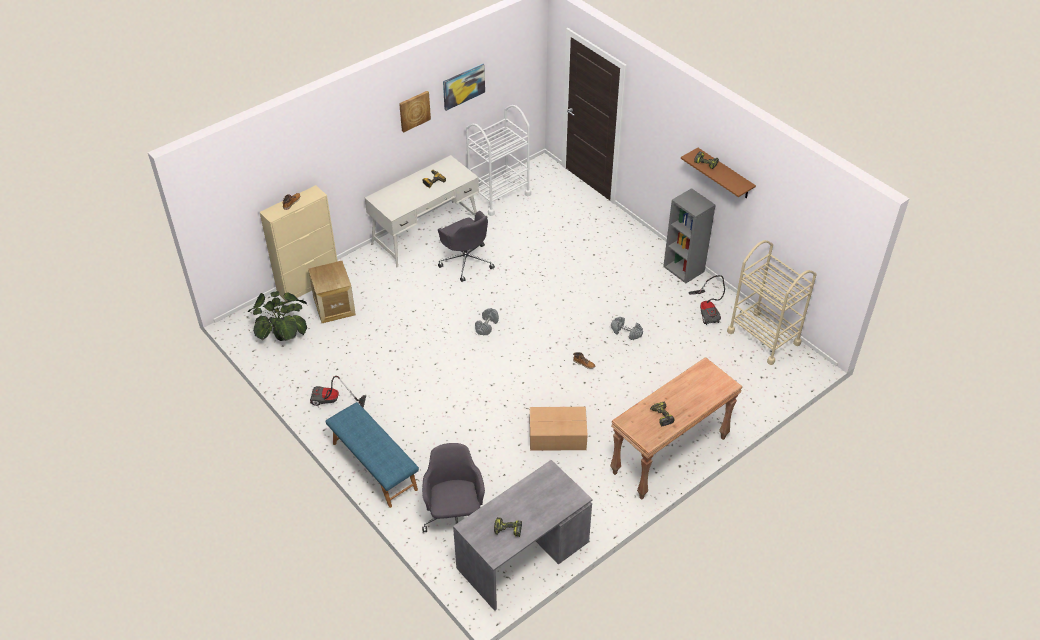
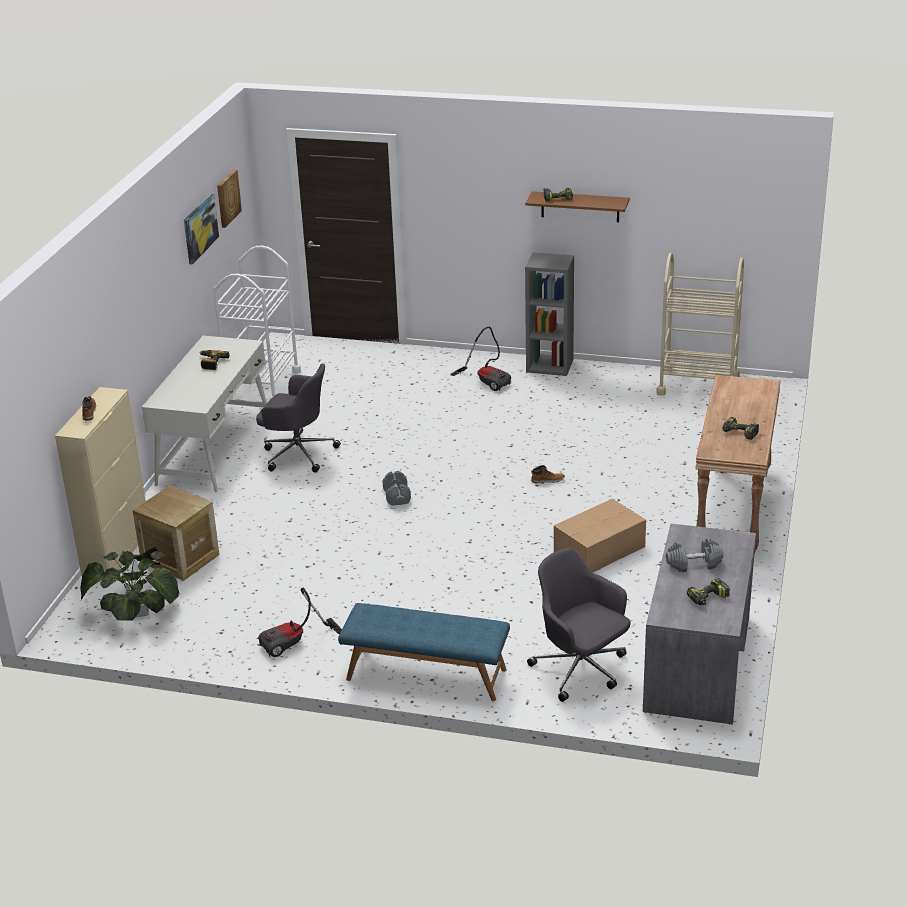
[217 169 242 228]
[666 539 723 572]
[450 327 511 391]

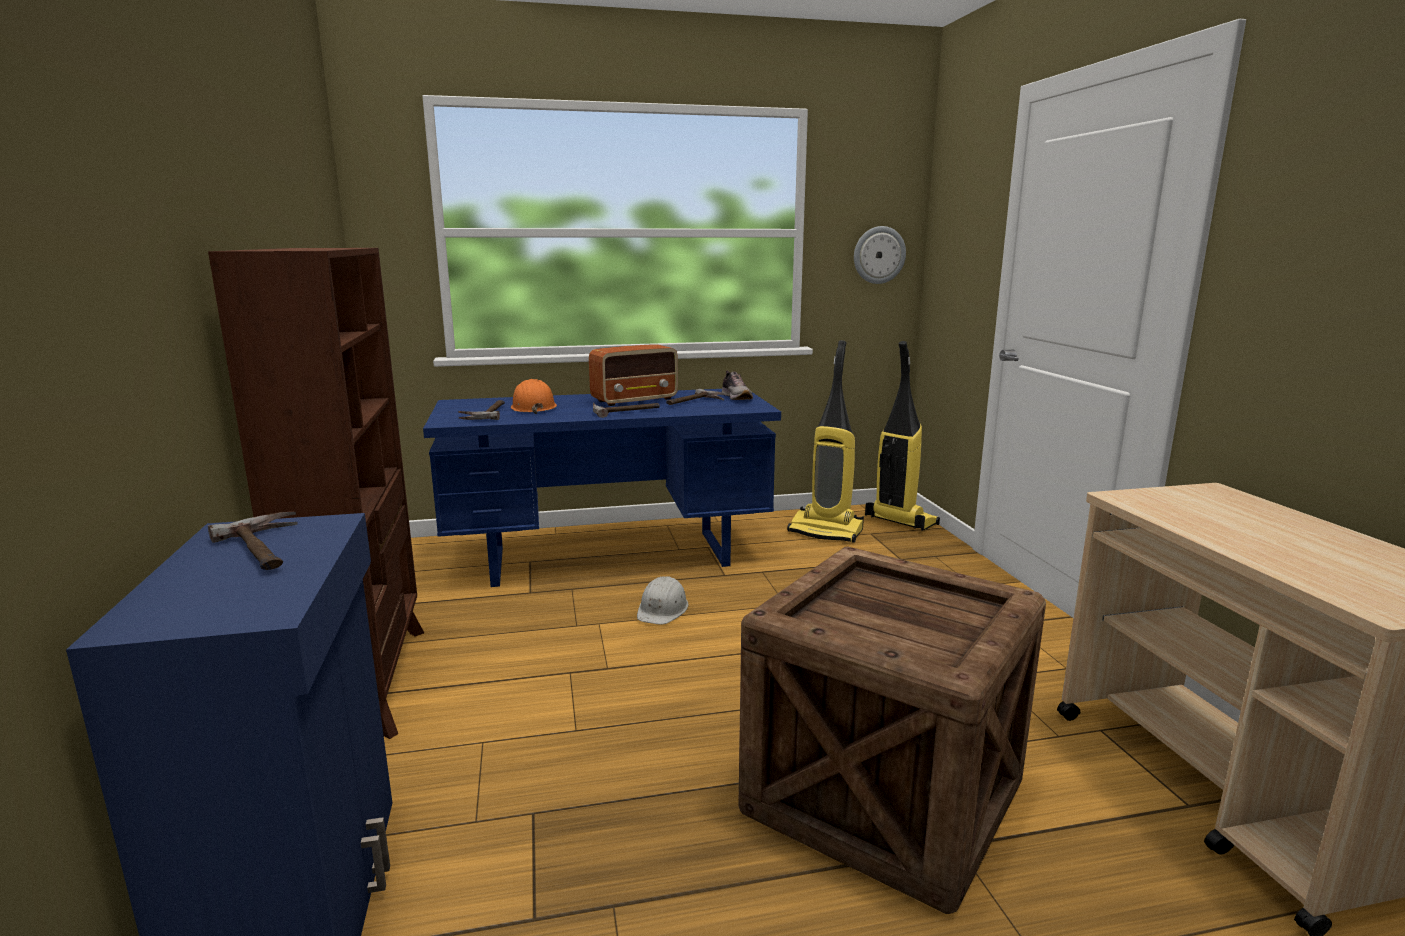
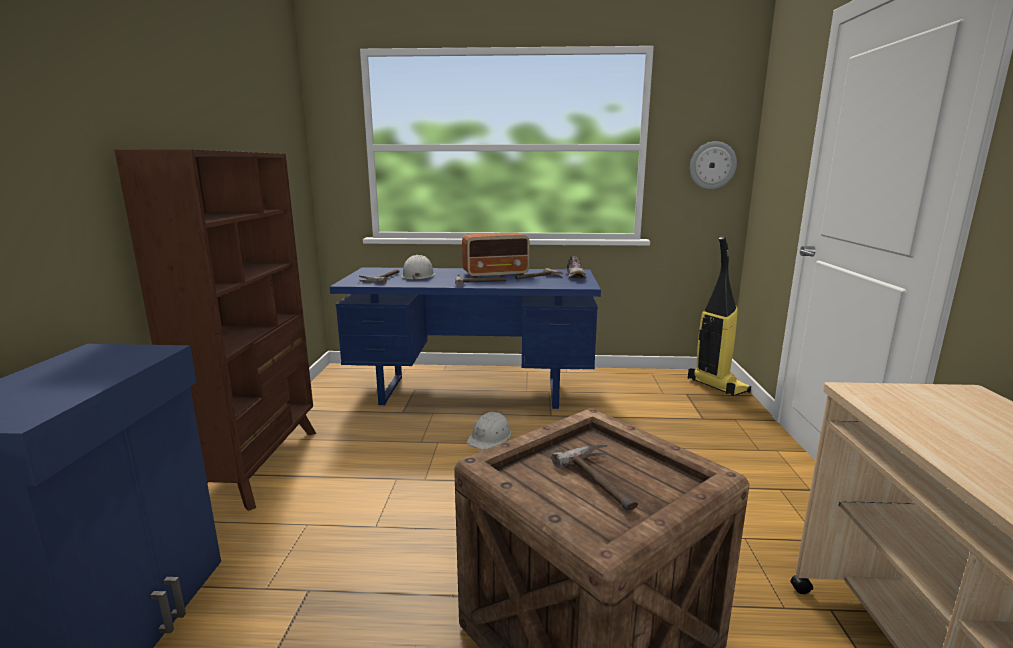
[551 445 638 510]
[402 255 435 281]
[787 340 864 543] (first image)

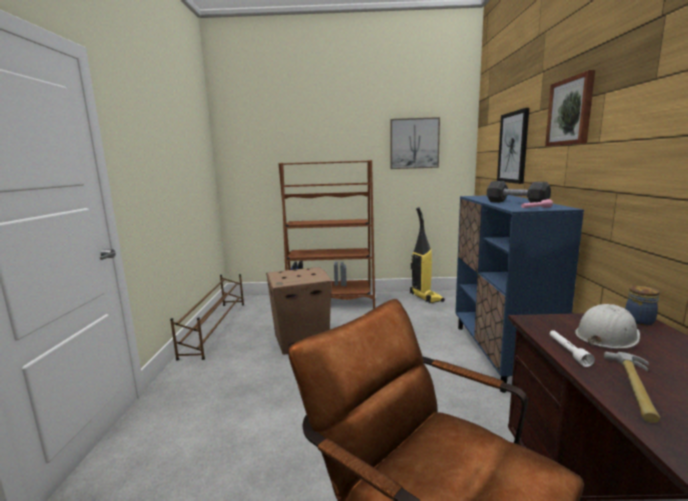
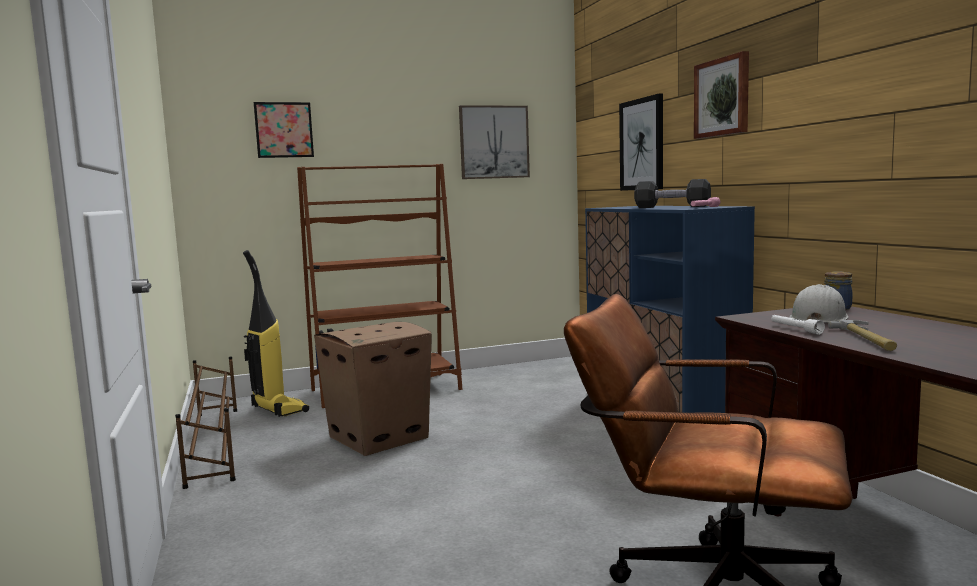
[243 250 309 417]
[254 102 314 158]

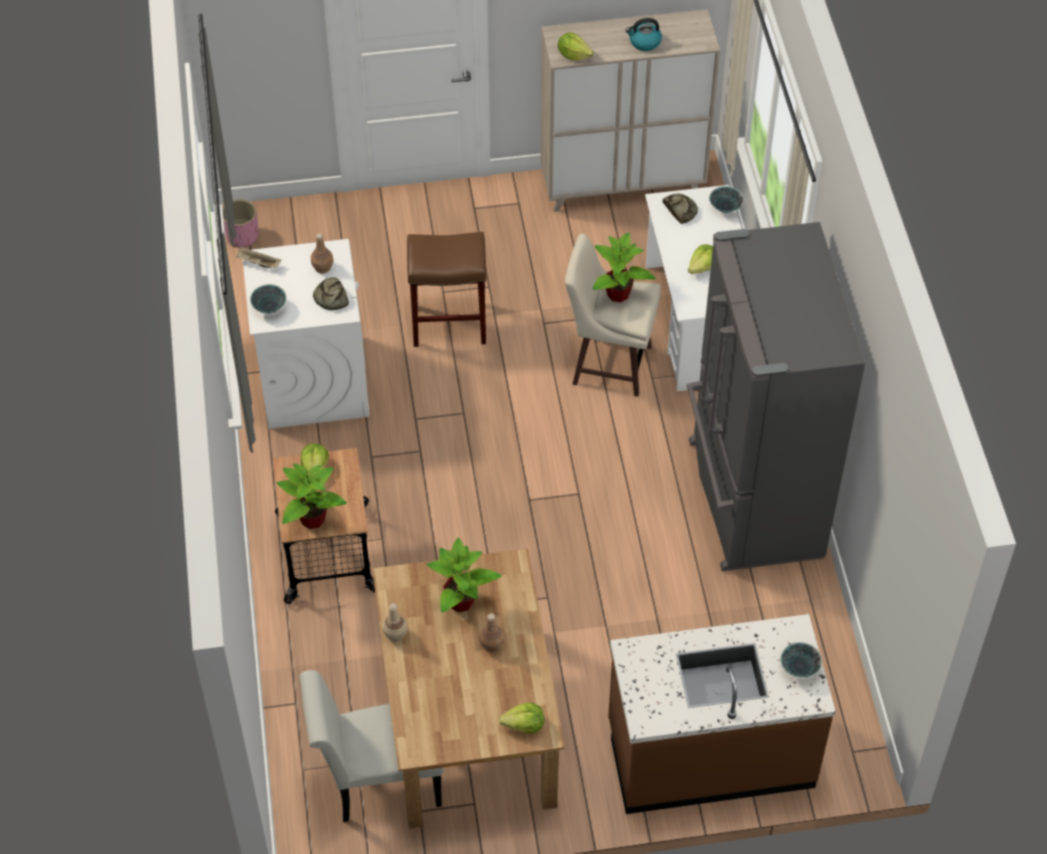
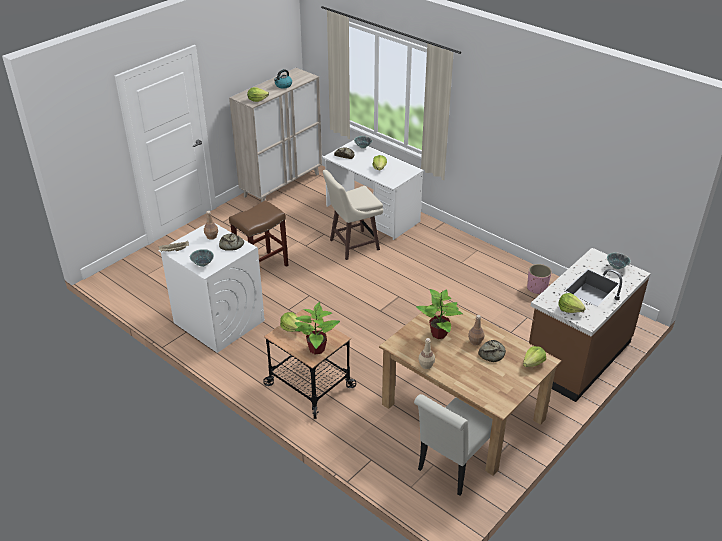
[527 264 552 294]
[593 232 656 302] (first image)
[687 222 865 571] (first image)
[478 340 506 362]
[559 293 586 313]

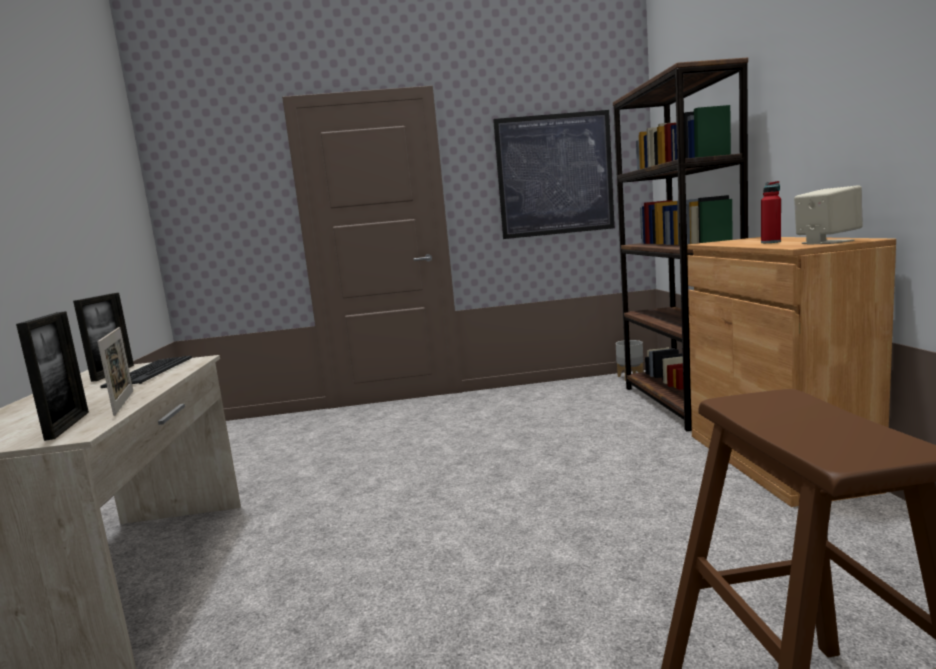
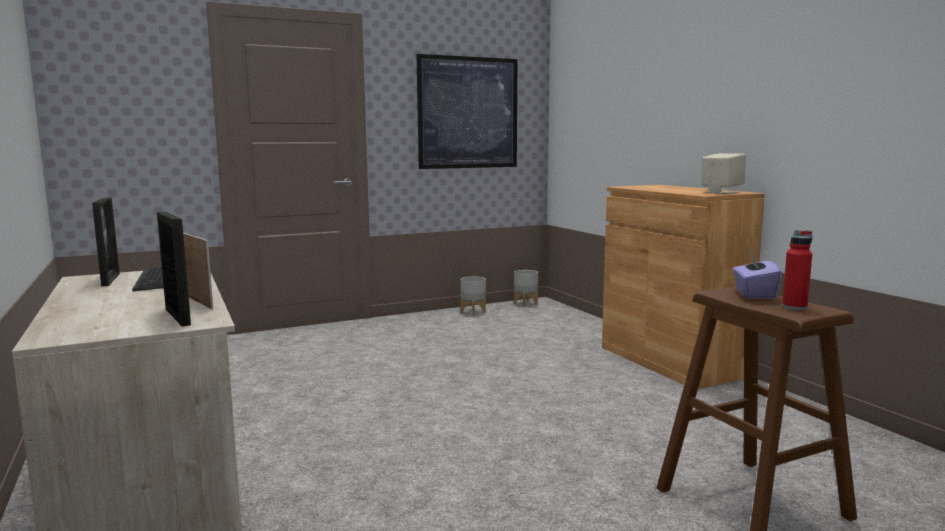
[613 58 748 431] (first image)
[782 230 812 310]
[461 276 486 316]
[733 250 782 299]

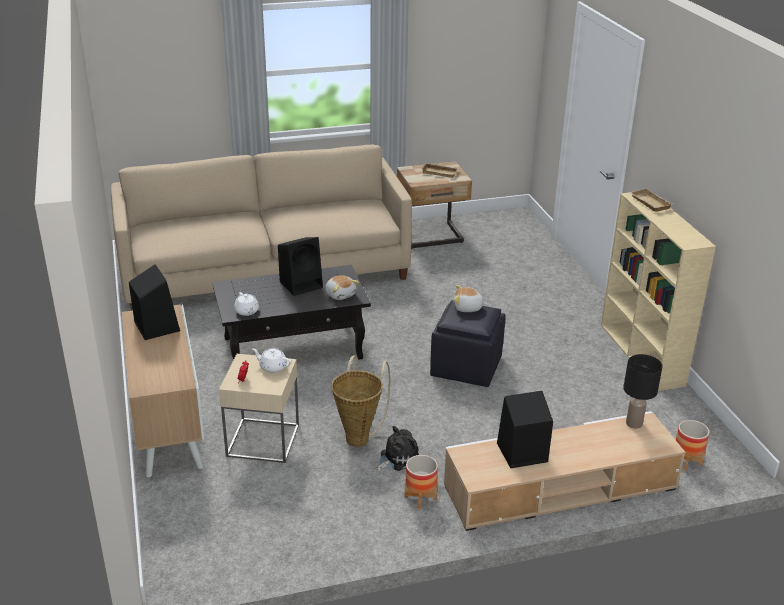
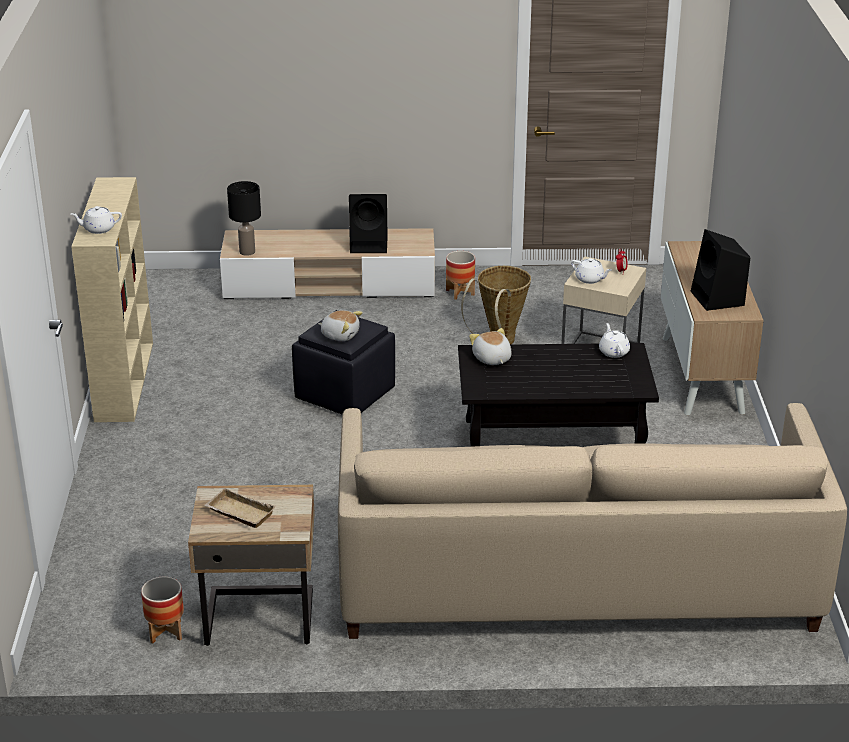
[278 237 323 296] (first image)
[376 426 419 471] (first image)
[71 206 122 234]
[141 577 184 643]

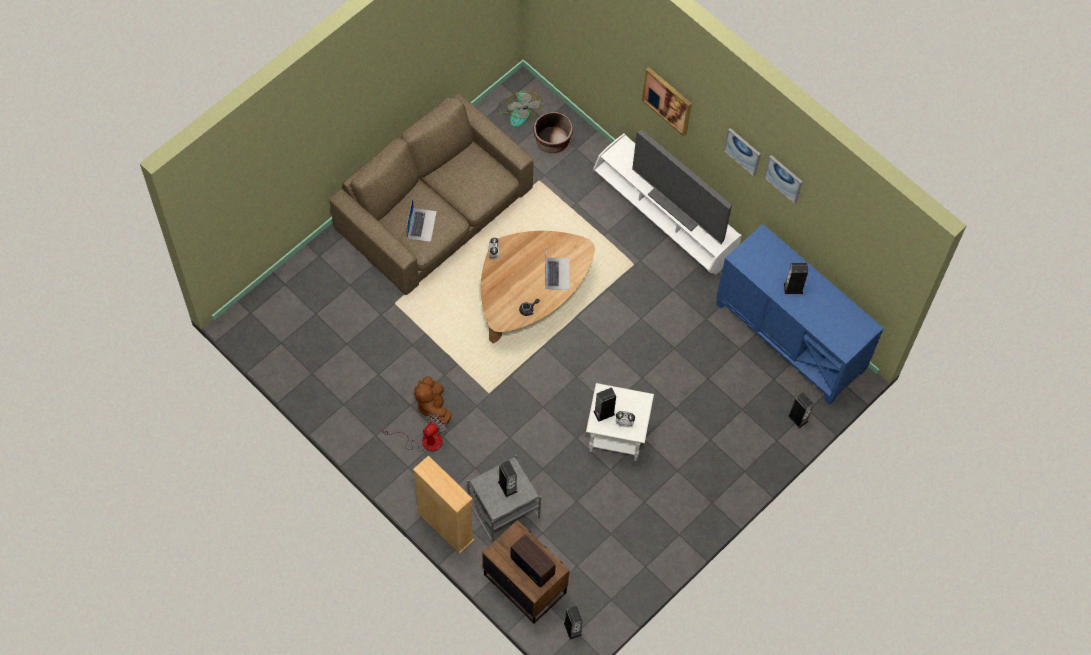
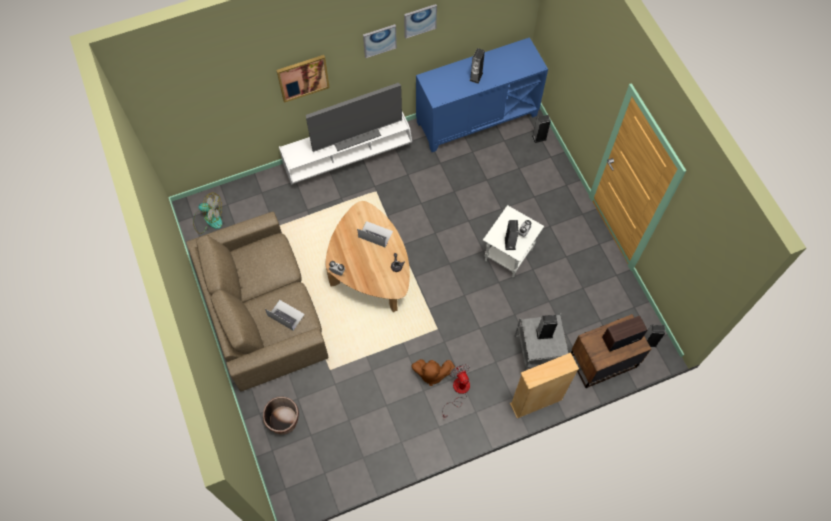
[263 397 299 434]

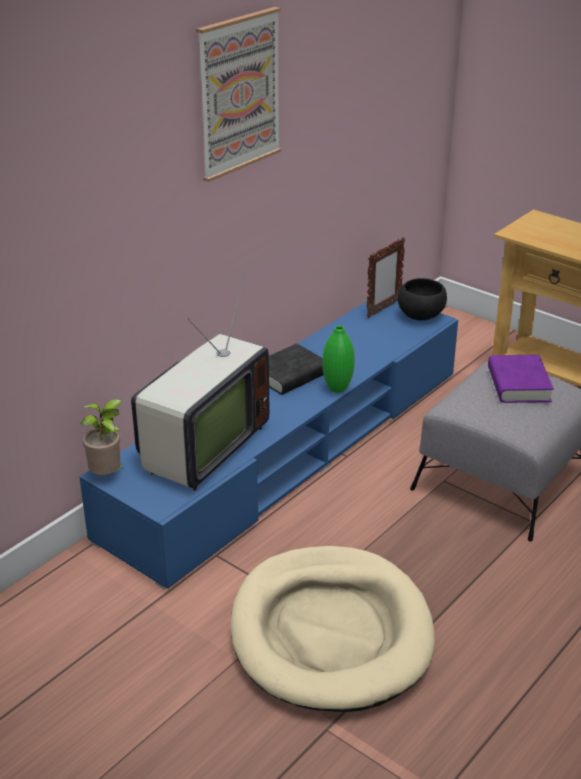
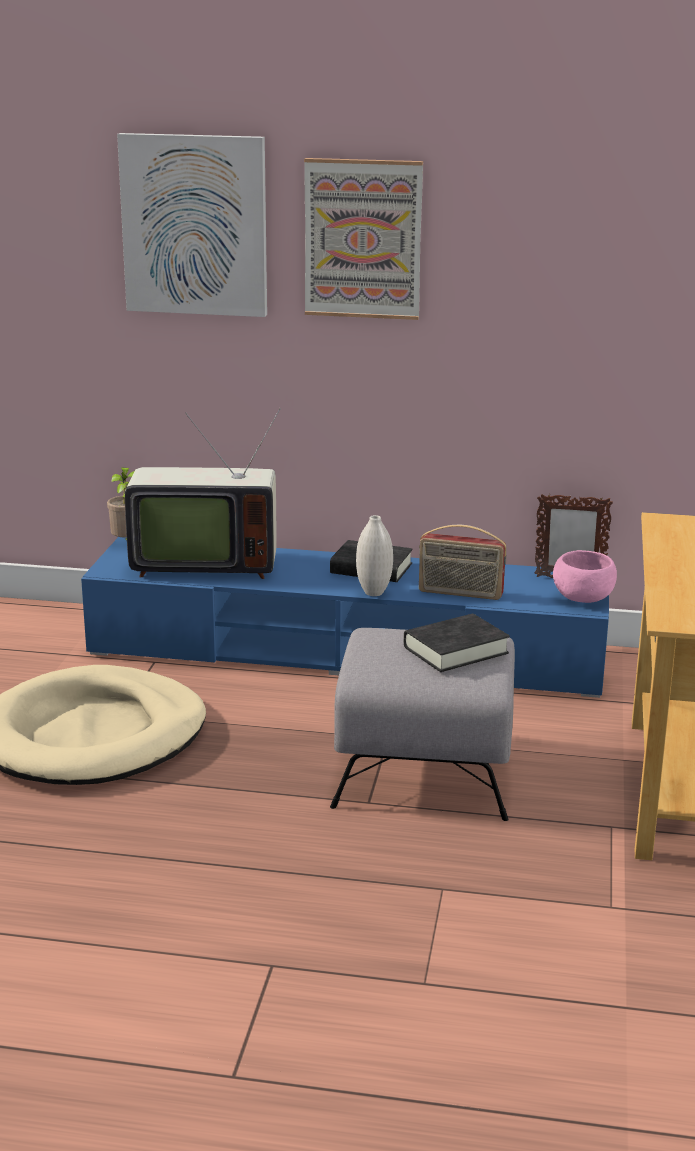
[356 515 393 596]
[553 550 617 603]
[403 614 510 672]
[117 133 267 317]
[419 525 507 600]

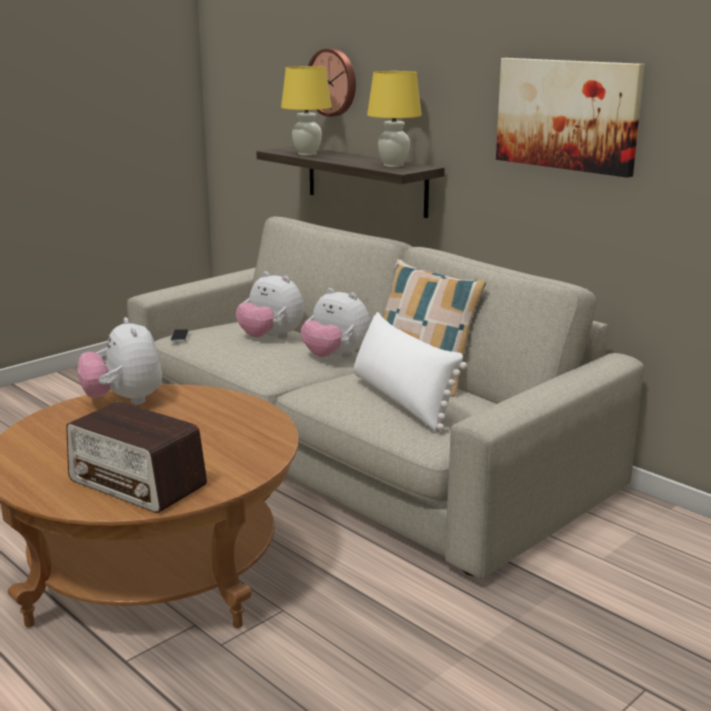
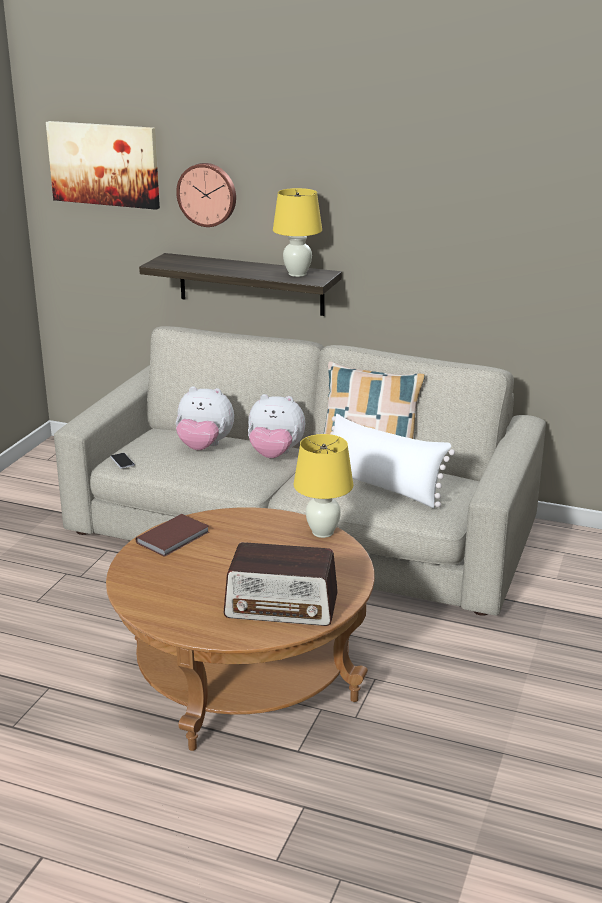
[136 514 209 557]
[294 434 353 538]
[46 121 160 210]

